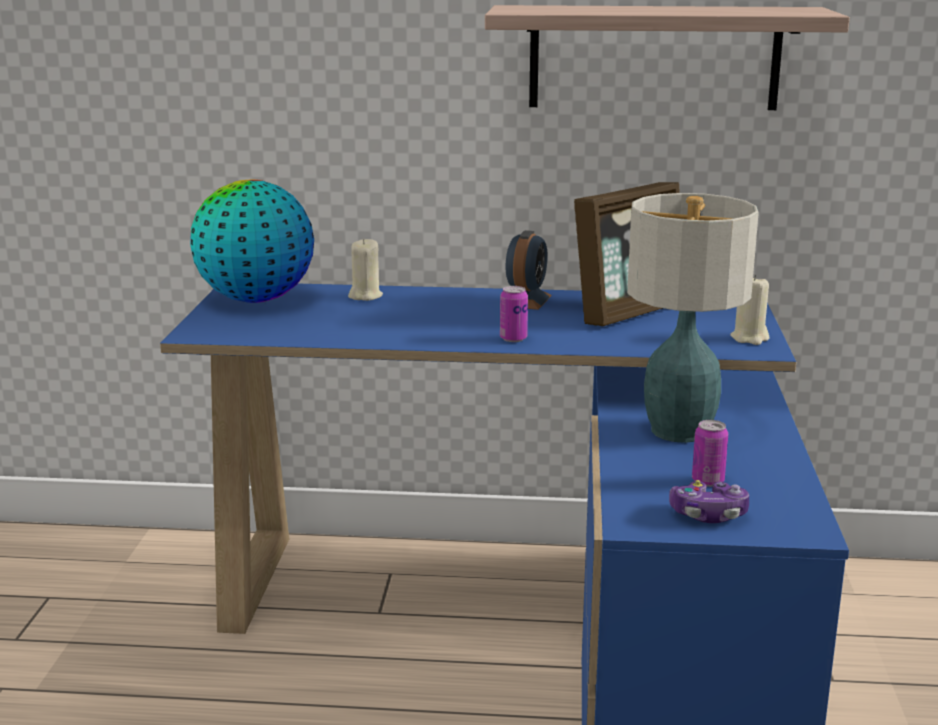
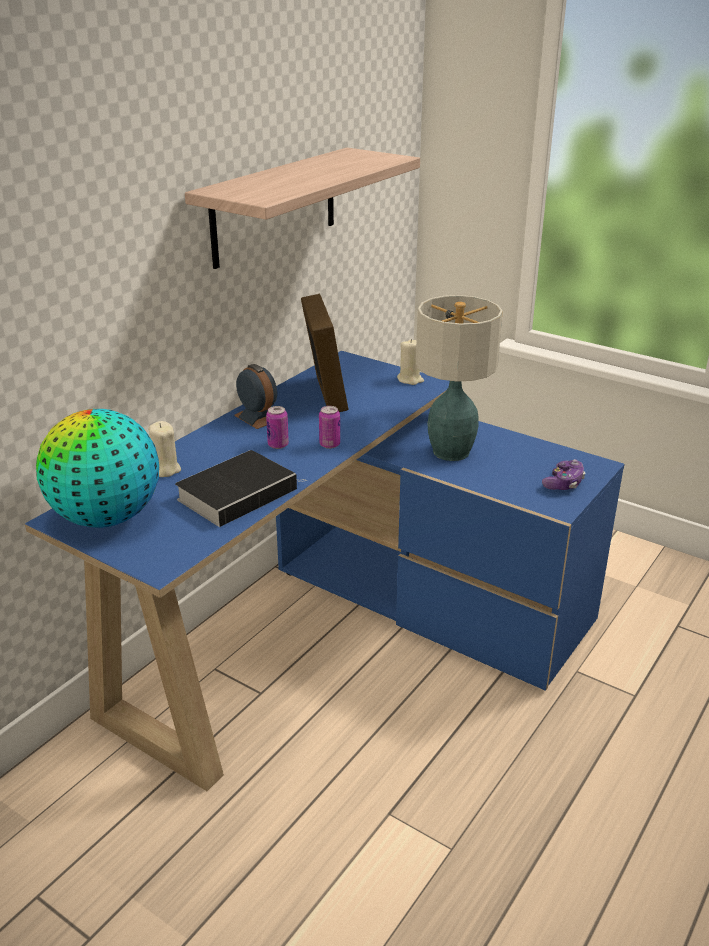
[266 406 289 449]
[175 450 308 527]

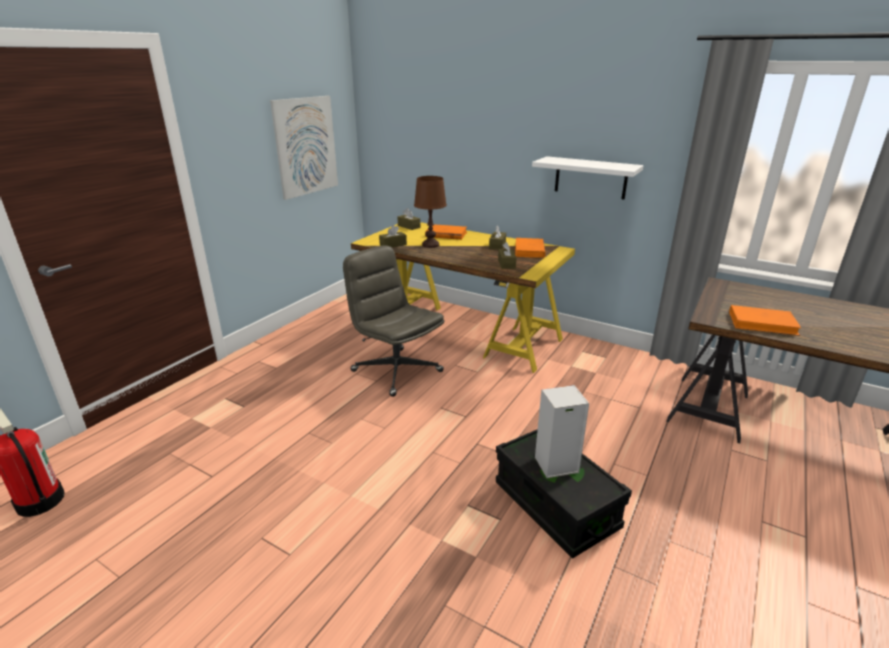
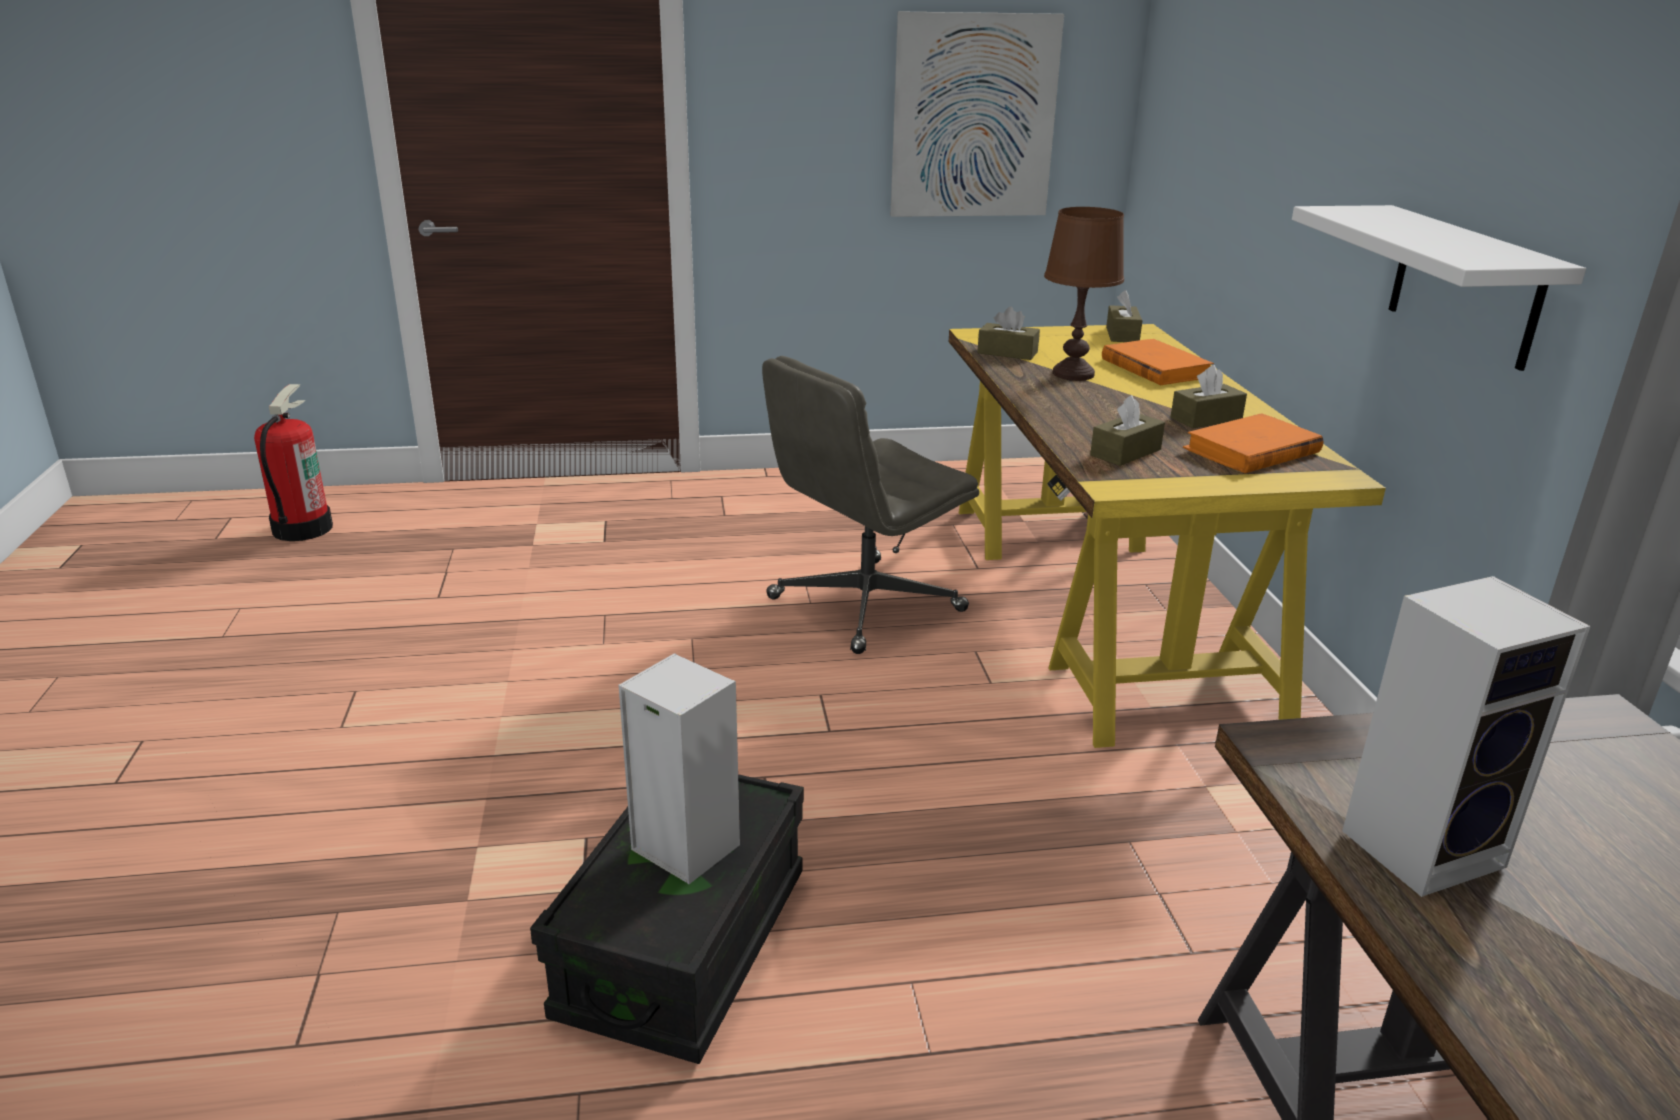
[762 356 979 654]
[1342 576 1591 897]

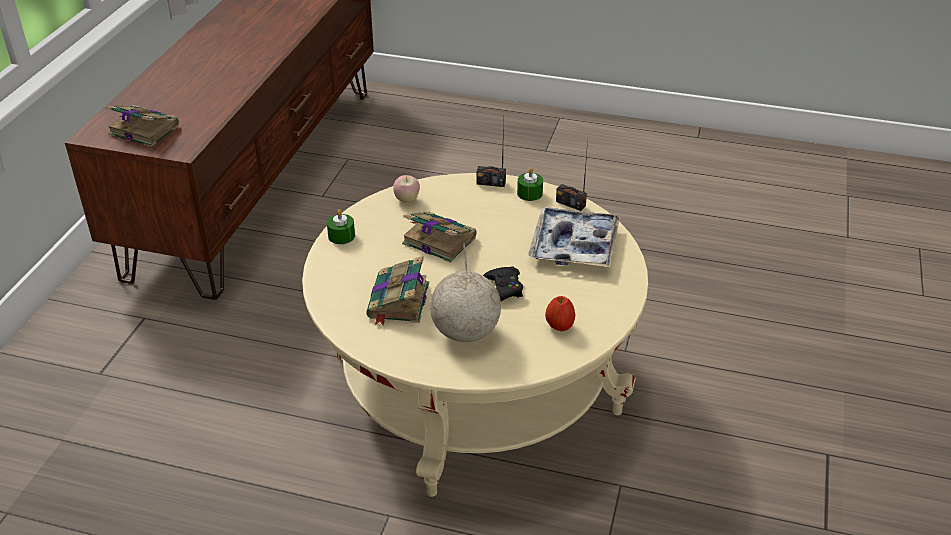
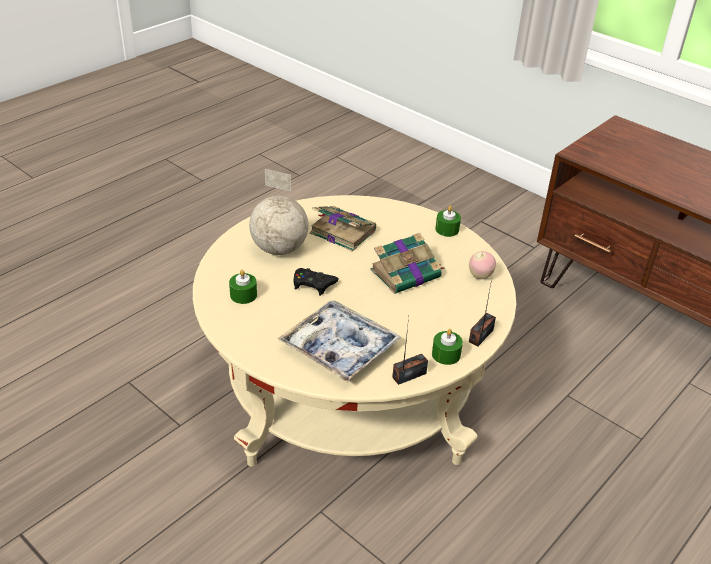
[105 105 179 147] (first image)
[229 270 257 304]

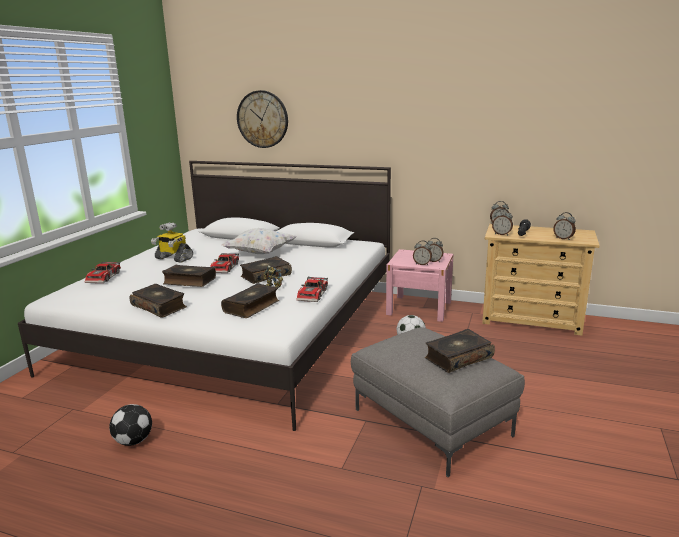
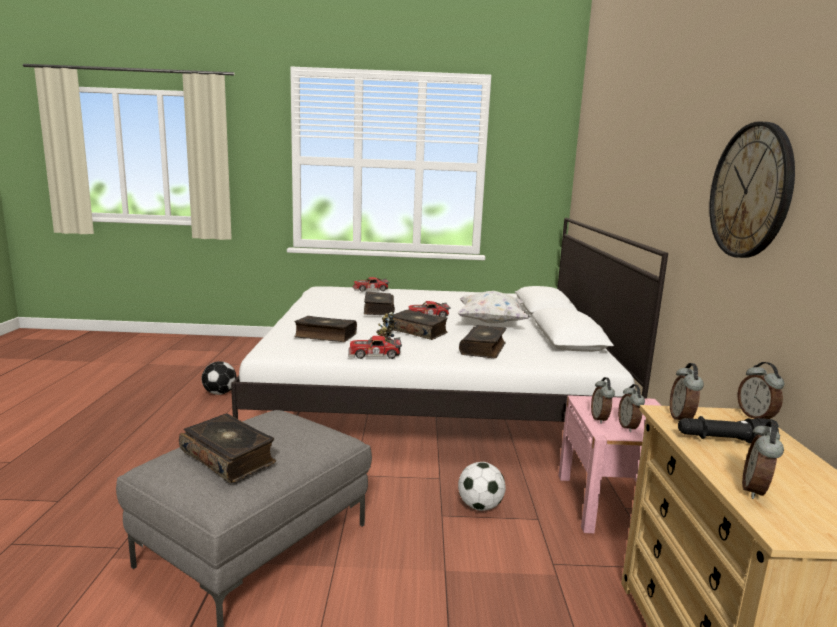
[459 325 506 358]
[151 222 193 263] (first image)
[709 122 795 258]

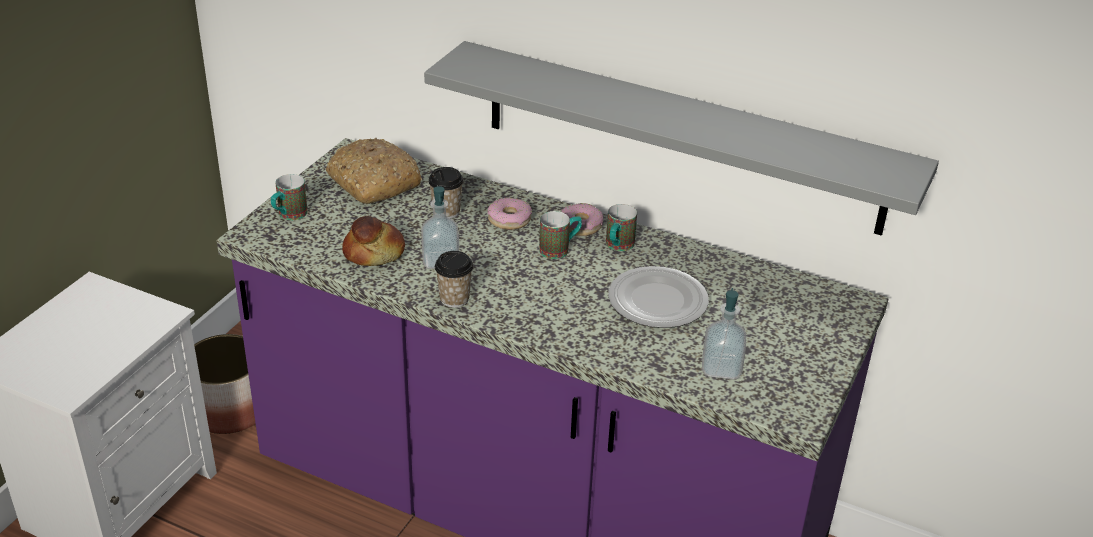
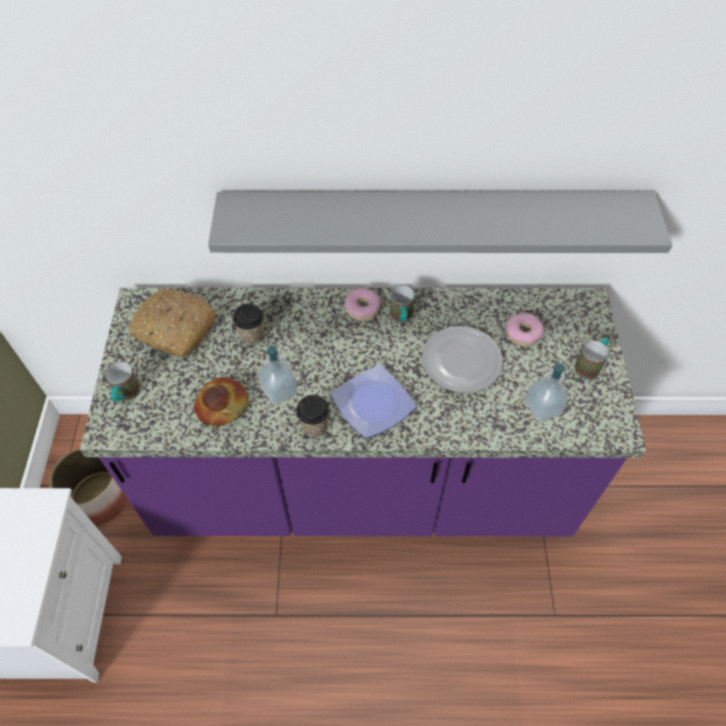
[506 313 544 347]
[574 337 609 380]
[330 364 416 439]

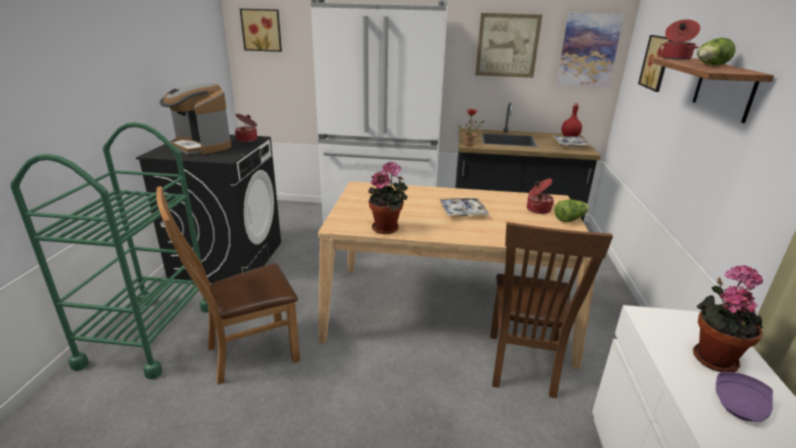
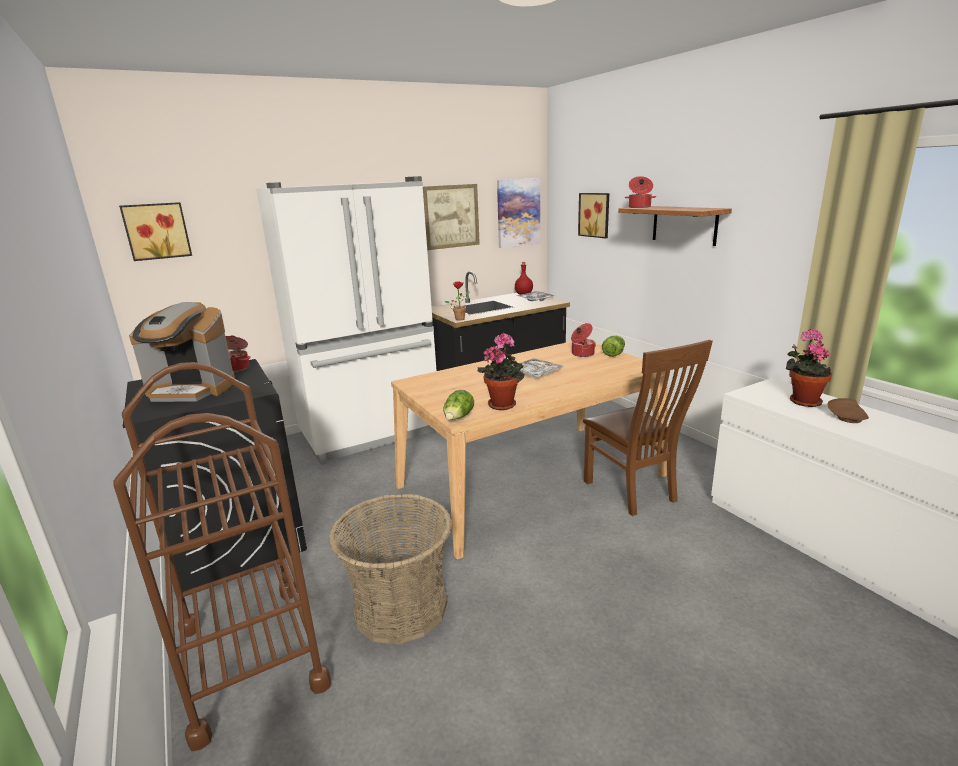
[113 362 331 751]
[329 493 452 645]
[443 390 474 420]
[827 398 869 423]

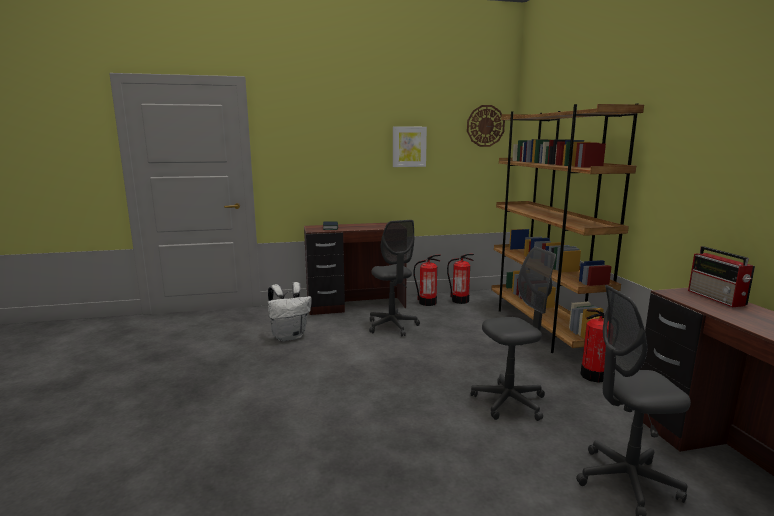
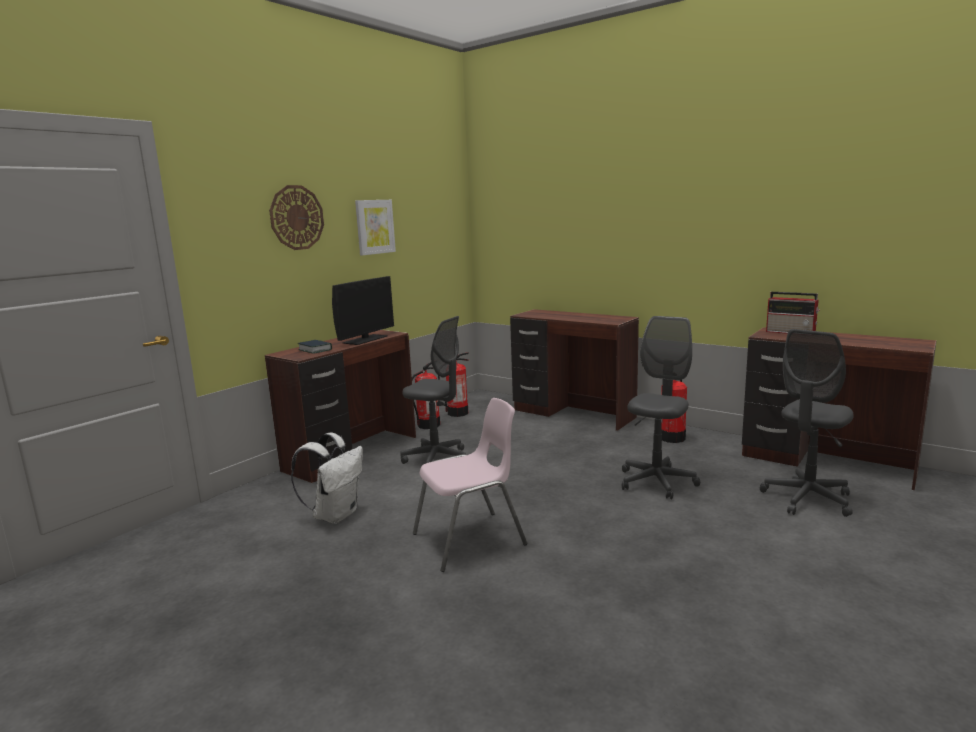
[269 185 324 250]
[510 309 639 431]
[332 276 394 345]
[413 398 527 572]

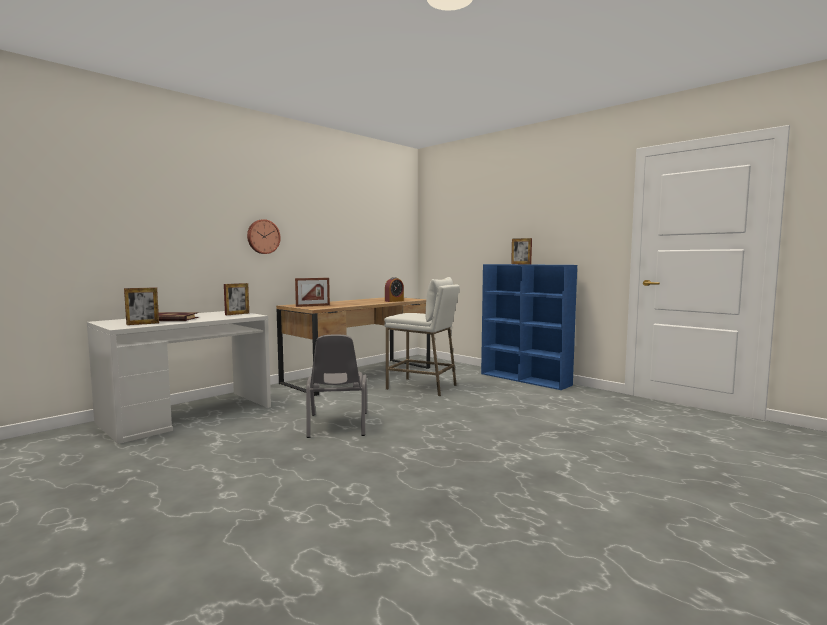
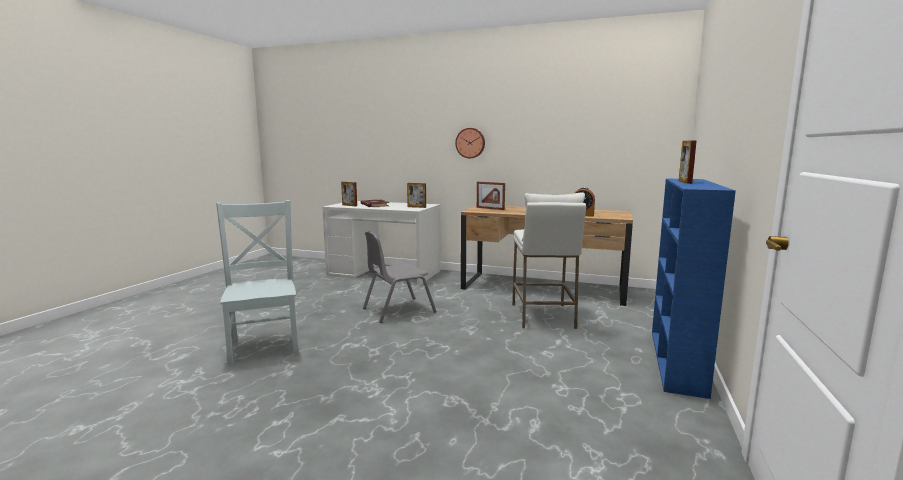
[216 200 299 366]

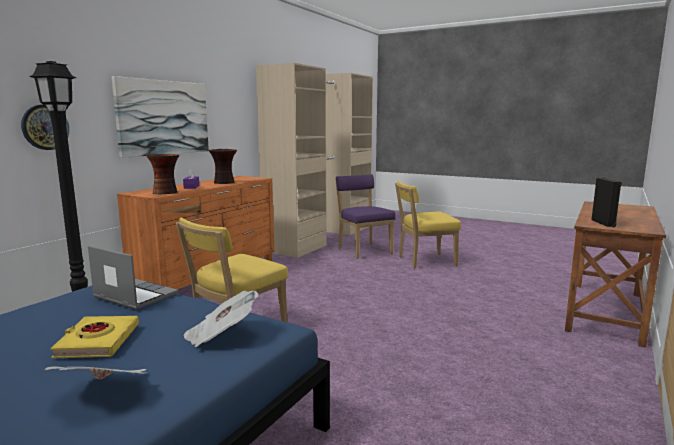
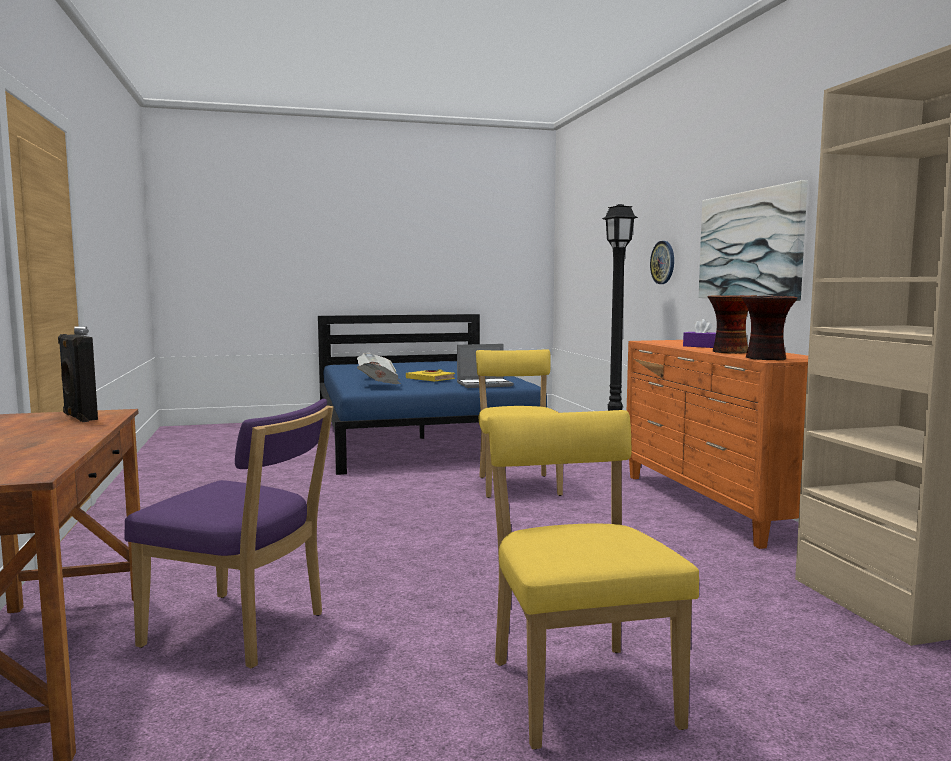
[742 296 798 360]
[124 399 333 668]
[487 410 699 749]

